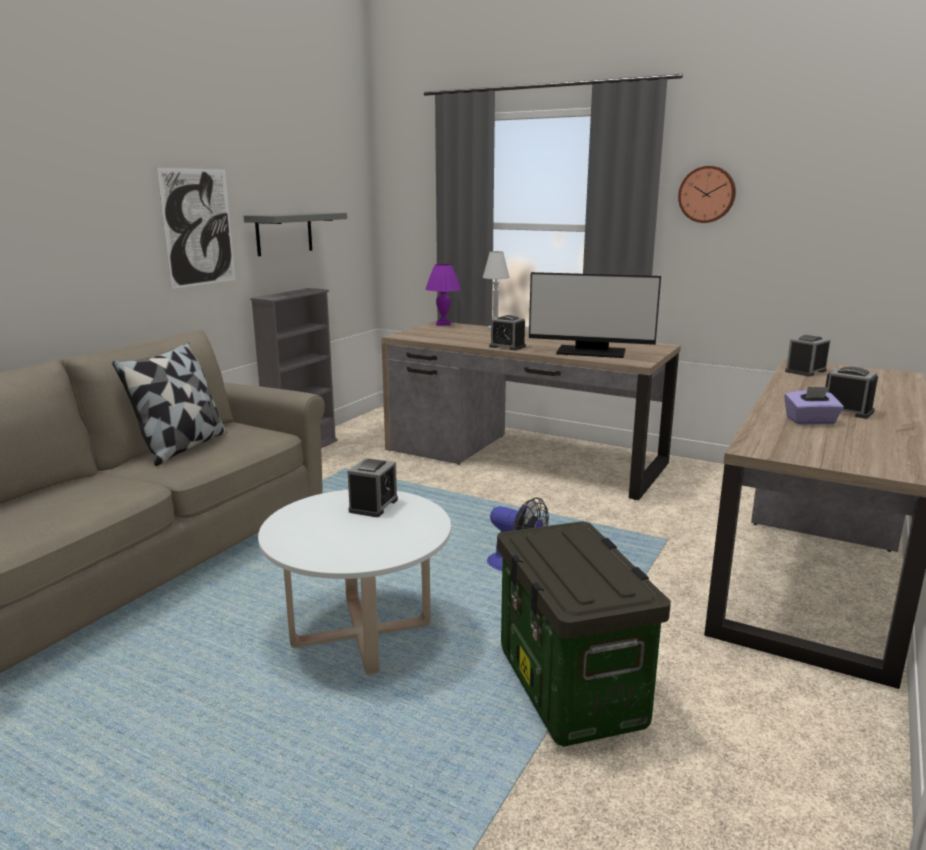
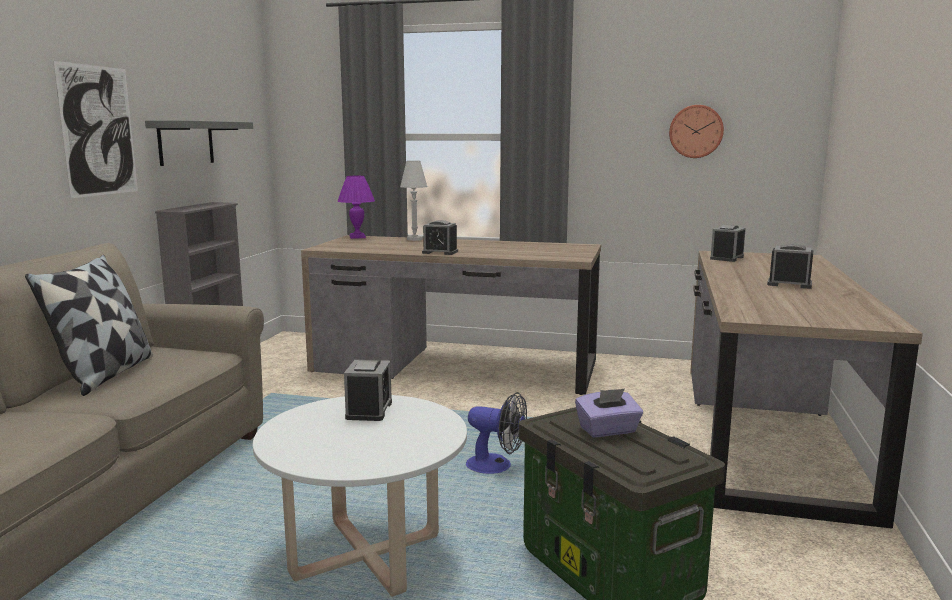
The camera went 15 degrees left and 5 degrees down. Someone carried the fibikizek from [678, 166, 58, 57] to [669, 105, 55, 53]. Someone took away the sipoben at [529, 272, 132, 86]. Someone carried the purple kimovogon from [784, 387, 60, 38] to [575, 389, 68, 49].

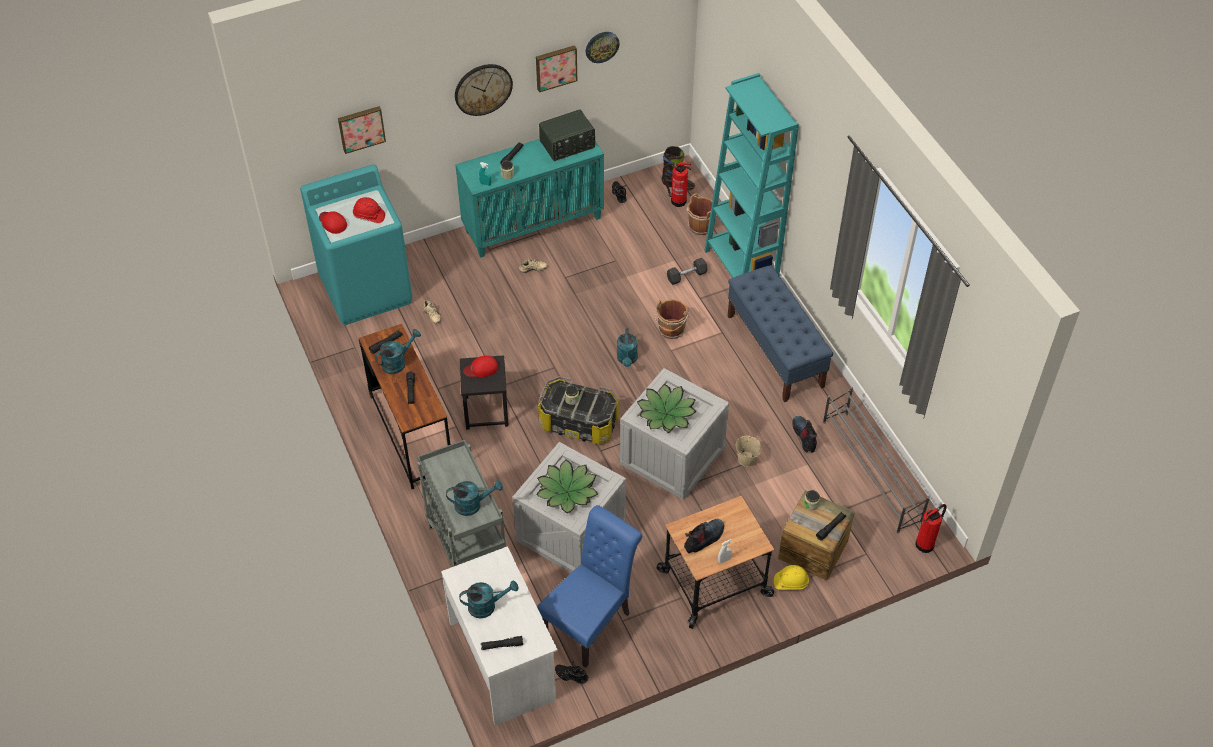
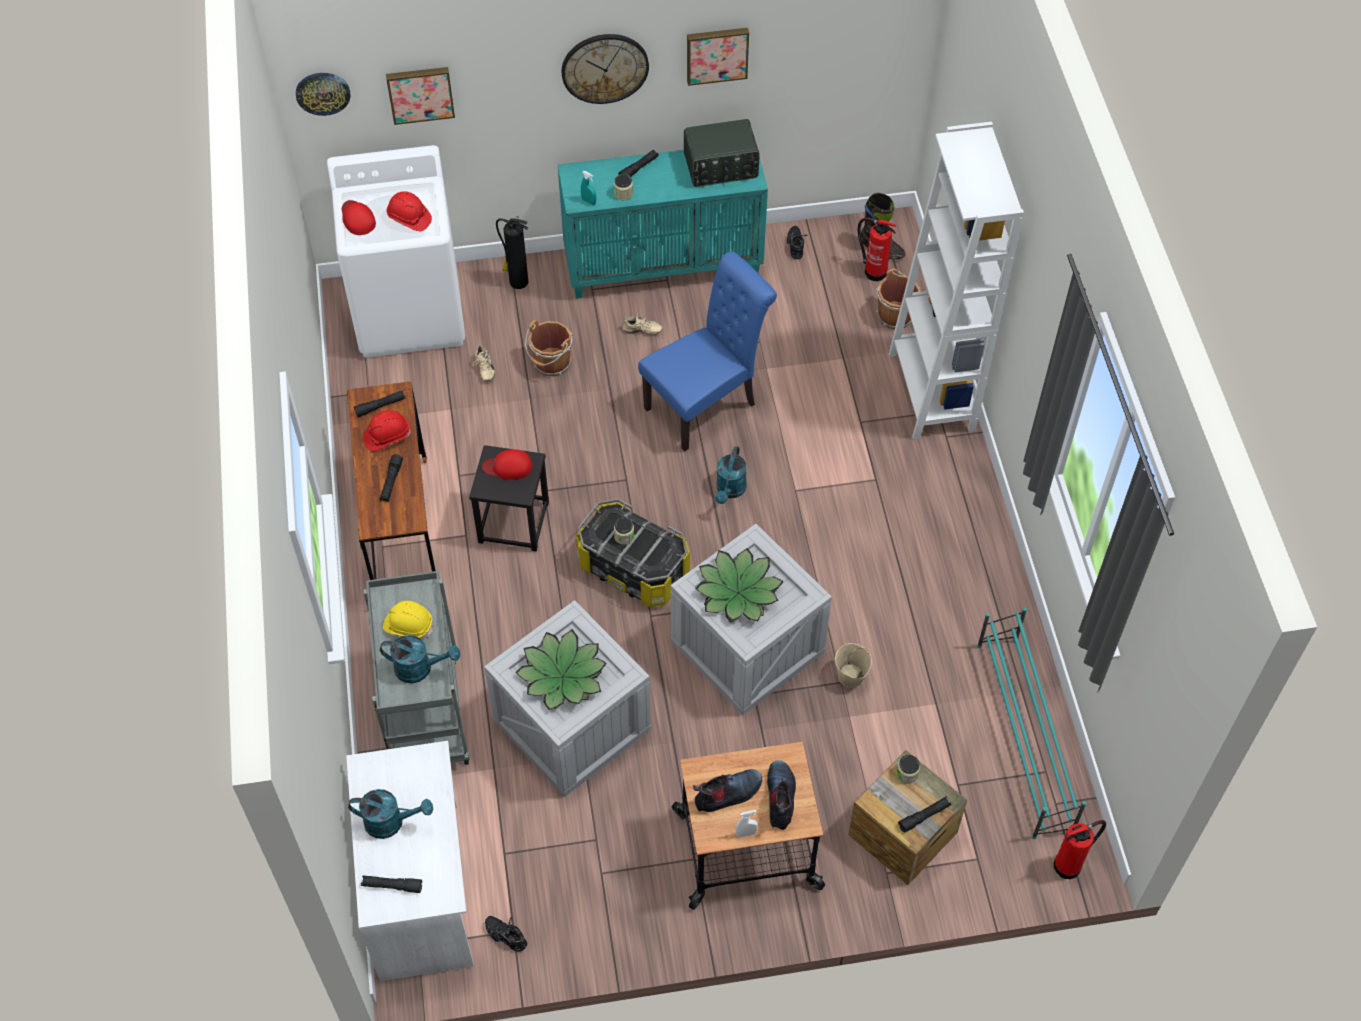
The camera went 15 degrees right and 5 degrees up. Someone carried the fibikizek from [586, 32, 34, 31] to [296, 73, 54, 43]. Someone repainted the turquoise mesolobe at [704, 73, 95, 205], which became the white mesolobe at [889, 122, 135, 317]. Someone repainted the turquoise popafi at [300, 164, 113, 161], which became the white popafi at [327, 145, 138, 213]. Someone took away the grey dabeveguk at [667, 258, 41, 27]. Someone took away the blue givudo at [728, 265, 105, 137]. Someone carried the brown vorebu from [655, 299, 34, 40] to [525, 320, 47, 56]. Someone swapped the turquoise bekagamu at [375, 329, 46, 45] for the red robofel at [363, 410, 48, 41]. Someone repainted the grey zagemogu at [823, 387, 107, 146], which became the turquoise zagemogu at [977, 607, 109, 232]. Someone carried the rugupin from [792, 416, 25, 37] to [767, 760, 29, 70]. Someone carried the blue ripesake from [537, 505, 105, 163] to [638, 251, 139, 201]. Someone carried the yellow robofel from [774, 565, 35, 25] to [383, 601, 50, 38]. Someone put down the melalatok at [496, 218, 32, 71].

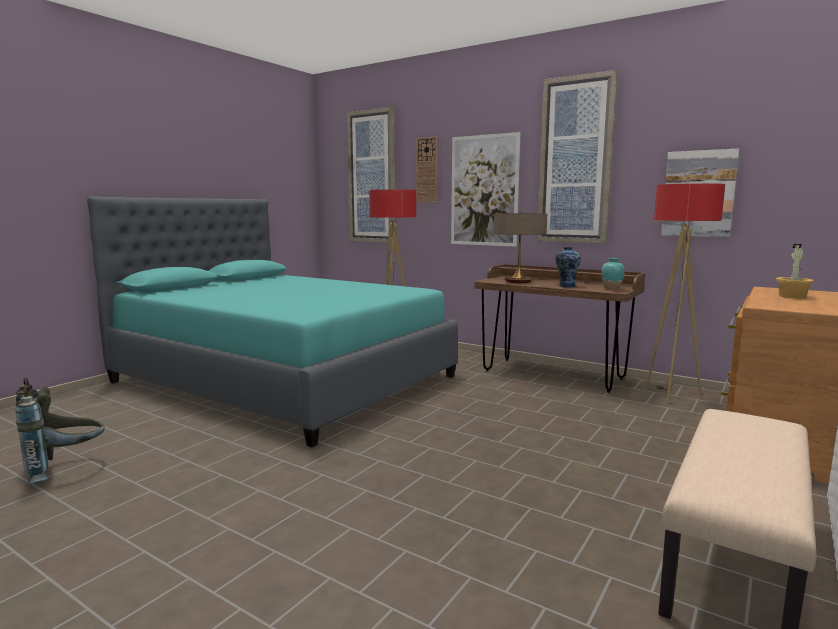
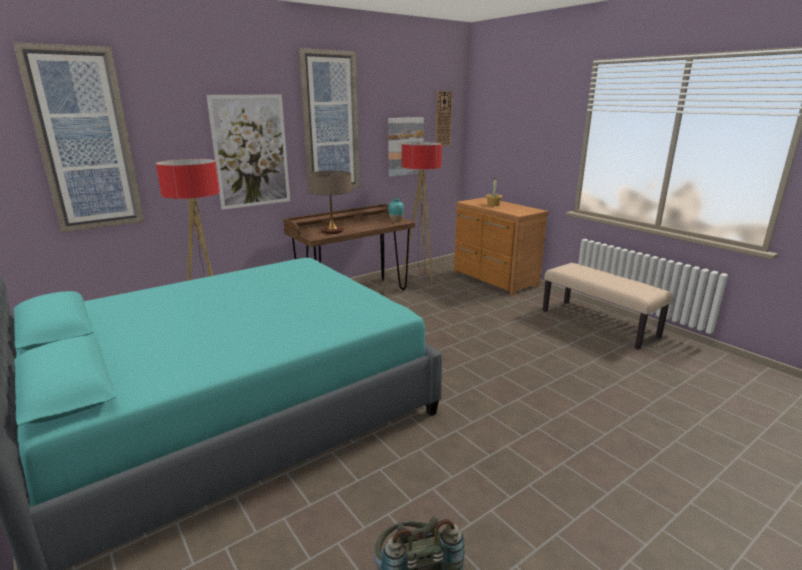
The camera went 70 degrees left and 10 degrees up. Someone carried the fibikizek from [416, 137, 21, 66] to [435, 91, 18, 55]. Someone took away the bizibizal at [555, 247, 26, 40].

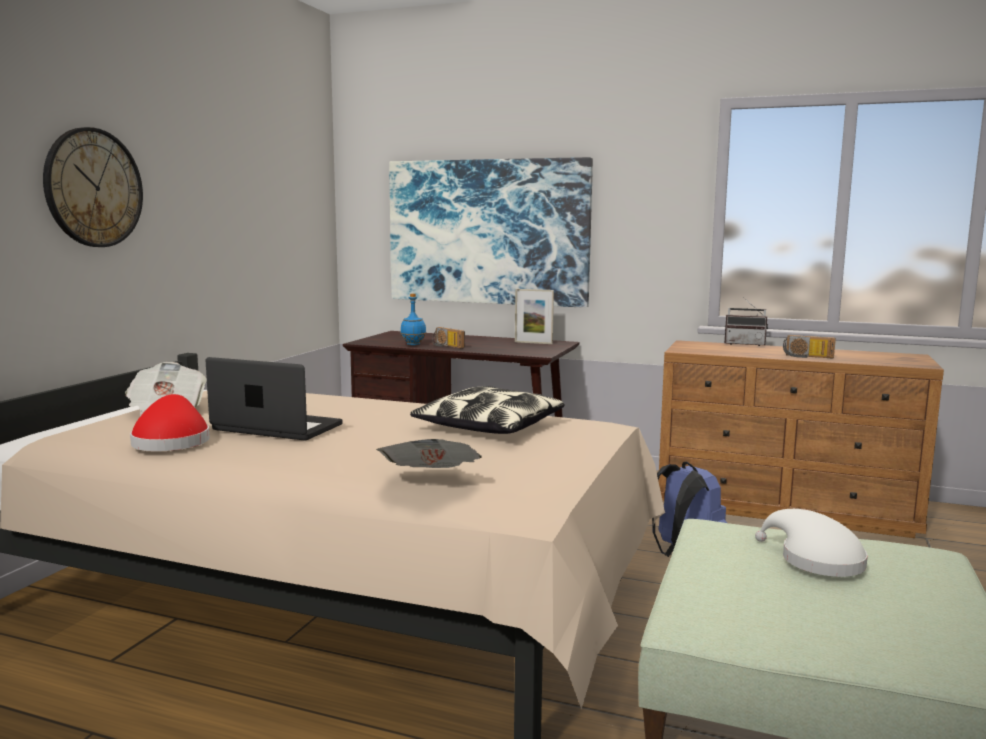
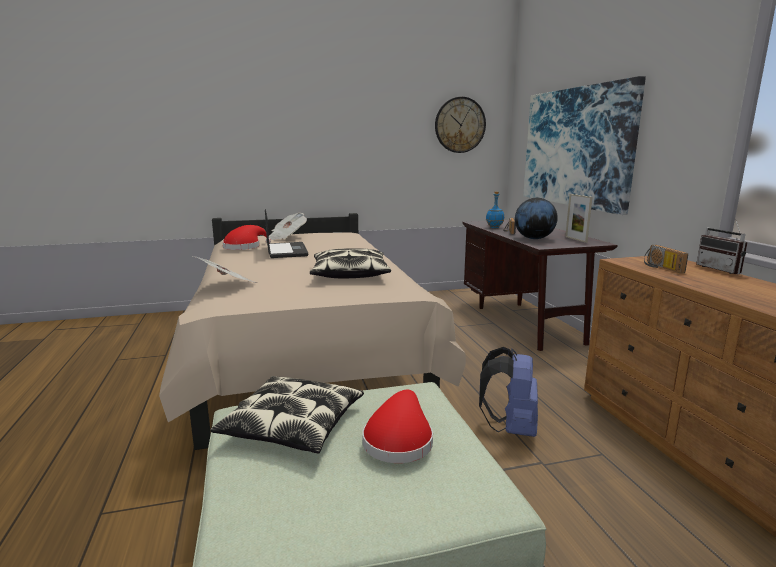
The camera went 55 degrees right and 5 degrees up. Someone carried the fibikizek from [43, 127, 100, 120] to [435, 97, 51, 56]. Someone carried the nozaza from [783, 335, 53, 24] to [644, 245, 44, 28]. Someone repainted the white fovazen at [755, 509, 113, 68], which became the red fovazen at [362, 389, 71, 74]. Someone put down the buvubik at [515, 198, 43, 41]. Someone put down the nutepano at [210, 376, 154, 77].

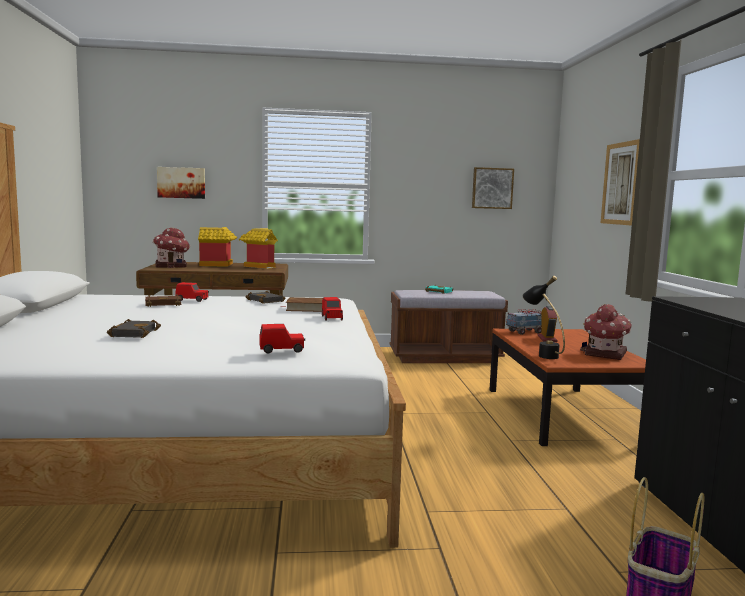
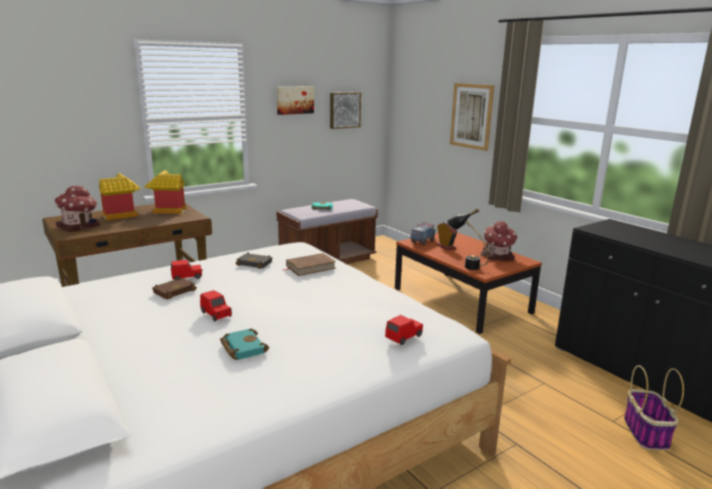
The camera went 30 degrees left and 10 degrees up. Someone carried the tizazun from [157, 167, 48, 32] to [277, 86, 37, 29]. Someone carried the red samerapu from [322, 297, 21, 24] to [200, 290, 32, 32]. Someone repainted the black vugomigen at [107, 319, 54, 19], which became the turquoise vugomigen at [220, 328, 49, 32].

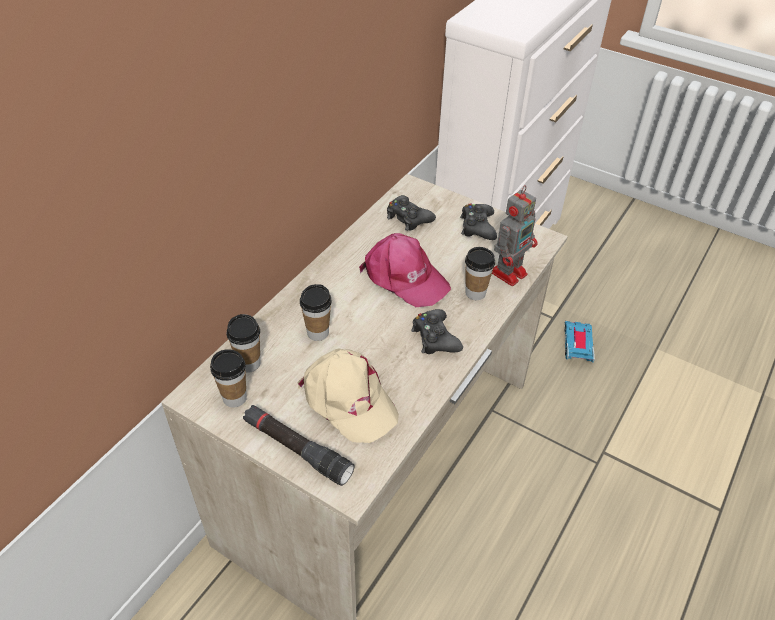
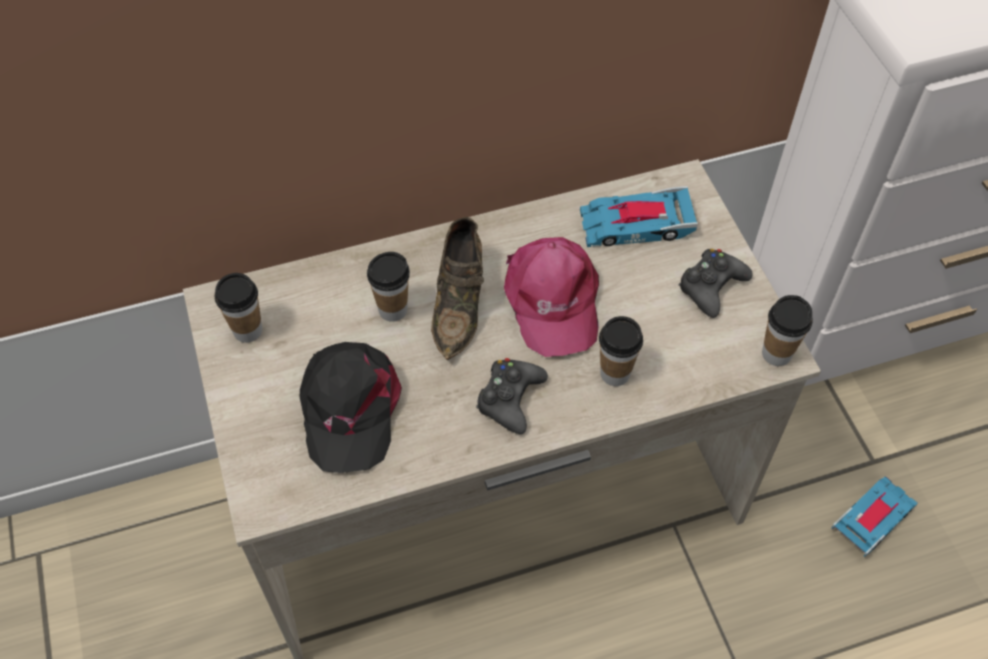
The camera went 40 degrees right and 10 degrees up. Someone took away the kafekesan at [492, 185, 46, 101]. Someone swapped the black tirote at [387, 195, 49, 36] for the samerapu at [580, 186, 118, 61]. Someone carried the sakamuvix from [227, 314, 33, 59] to [762, 295, 50, 71]. Someone repainted the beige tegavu at [297, 349, 102, 94], which became the black tegavu at [300, 342, 102, 131]. Someone took away the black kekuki at [243, 405, 112, 81]. Someone put down the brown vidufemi at [431, 217, 53, 143].

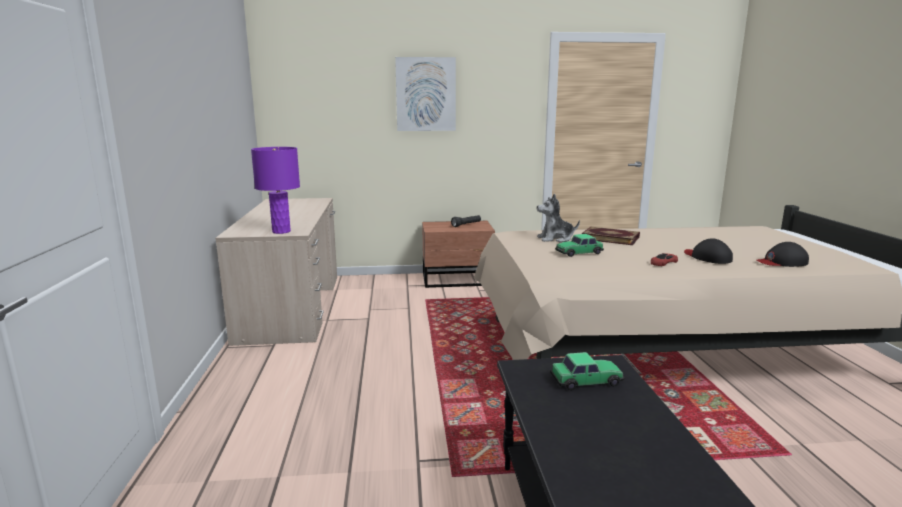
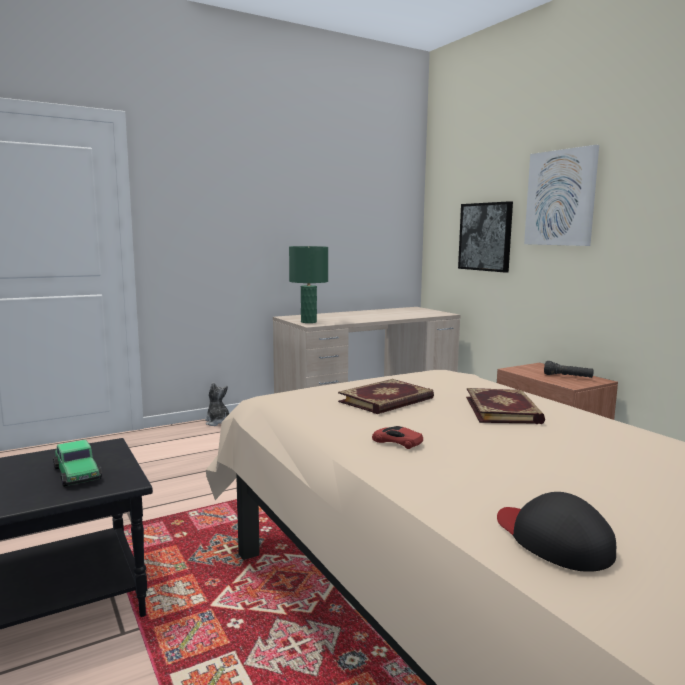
The camera went 65 degrees right and 5 degrees down. Someone repainted the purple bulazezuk at [251, 147, 49, 87], which became the green bulazezuk at [289, 246, 39, 77]. Someone carried the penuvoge from [537, 194, 43, 48] to [205, 382, 24, 44]. Someone swapped the samerapu at [555, 234, 49, 23] for the vugomigen at [338, 379, 96, 35]. Someone took away the black tegavu at [684, 238, 49, 26]. Someone put up the tizazun at [458, 201, 55, 71].

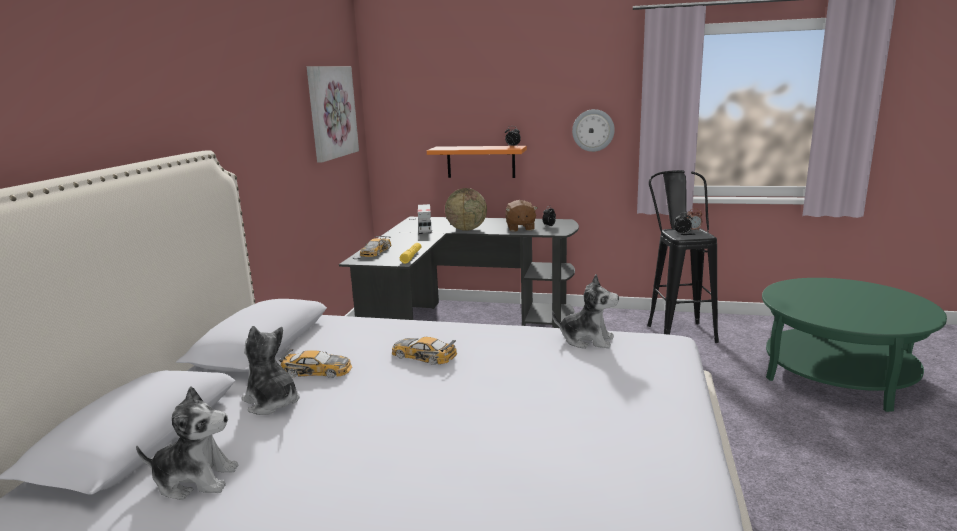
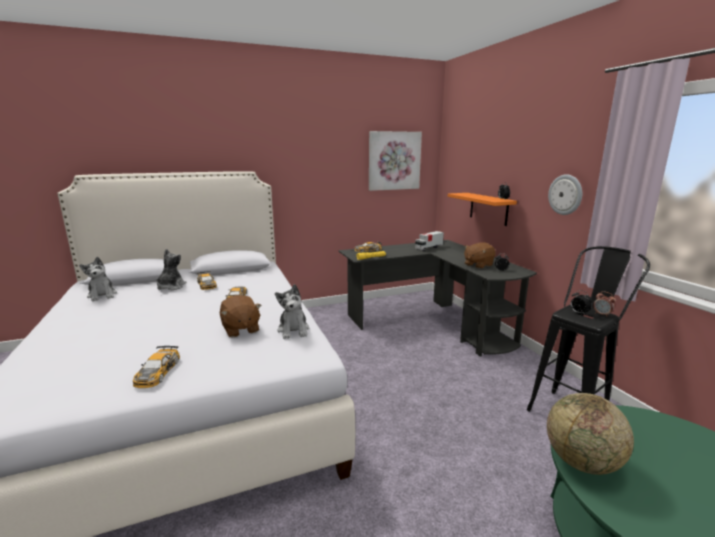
The camera went 55 degrees right and 0 degrees up. Someone carried the buvubik from [445, 188, 42, 43] to [547, 393, 87, 82]. Someone put down the brown penuvoge at [220, 295, 42, 43]. Someone put down the samerapu at [133, 346, 47, 42].

